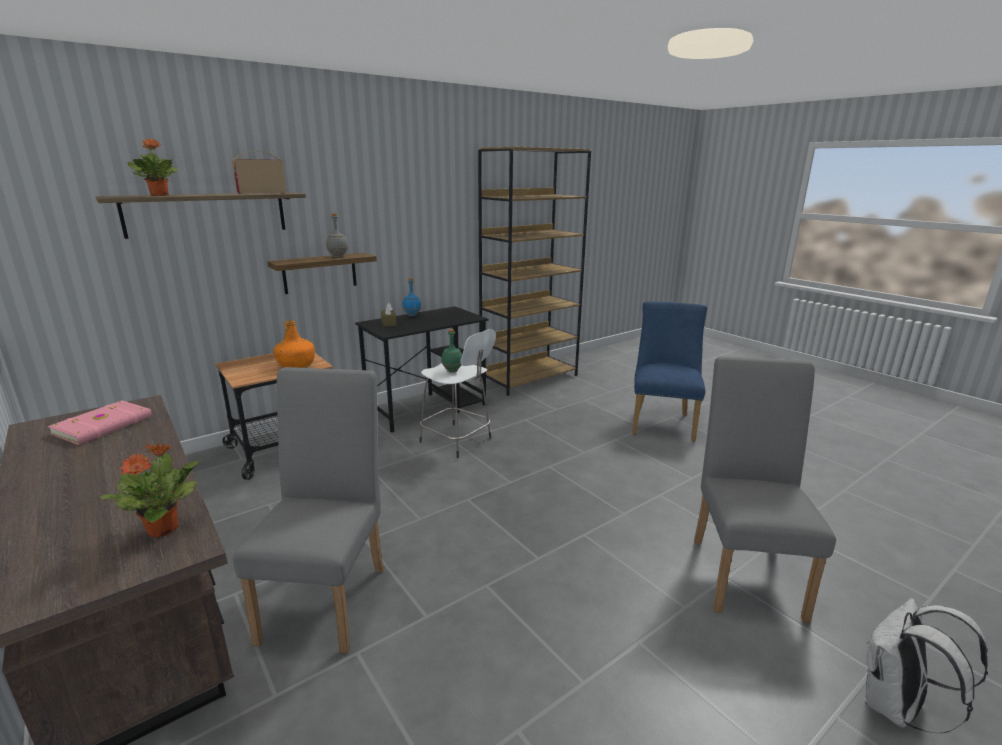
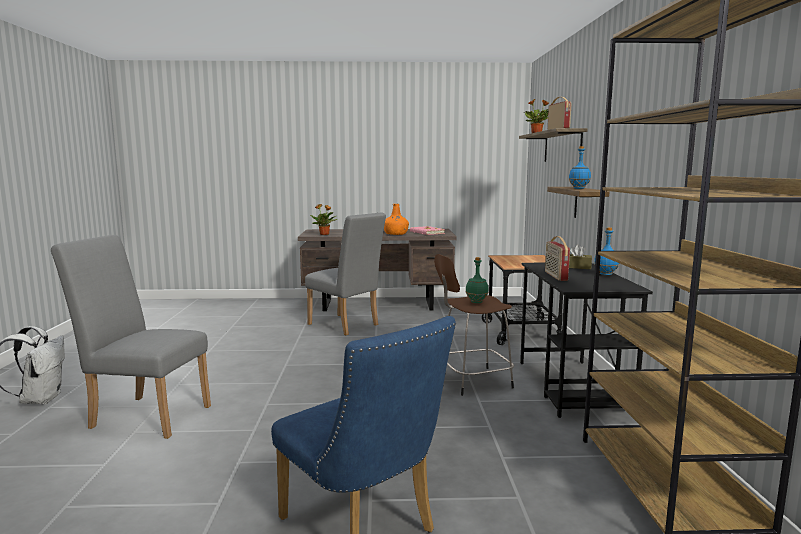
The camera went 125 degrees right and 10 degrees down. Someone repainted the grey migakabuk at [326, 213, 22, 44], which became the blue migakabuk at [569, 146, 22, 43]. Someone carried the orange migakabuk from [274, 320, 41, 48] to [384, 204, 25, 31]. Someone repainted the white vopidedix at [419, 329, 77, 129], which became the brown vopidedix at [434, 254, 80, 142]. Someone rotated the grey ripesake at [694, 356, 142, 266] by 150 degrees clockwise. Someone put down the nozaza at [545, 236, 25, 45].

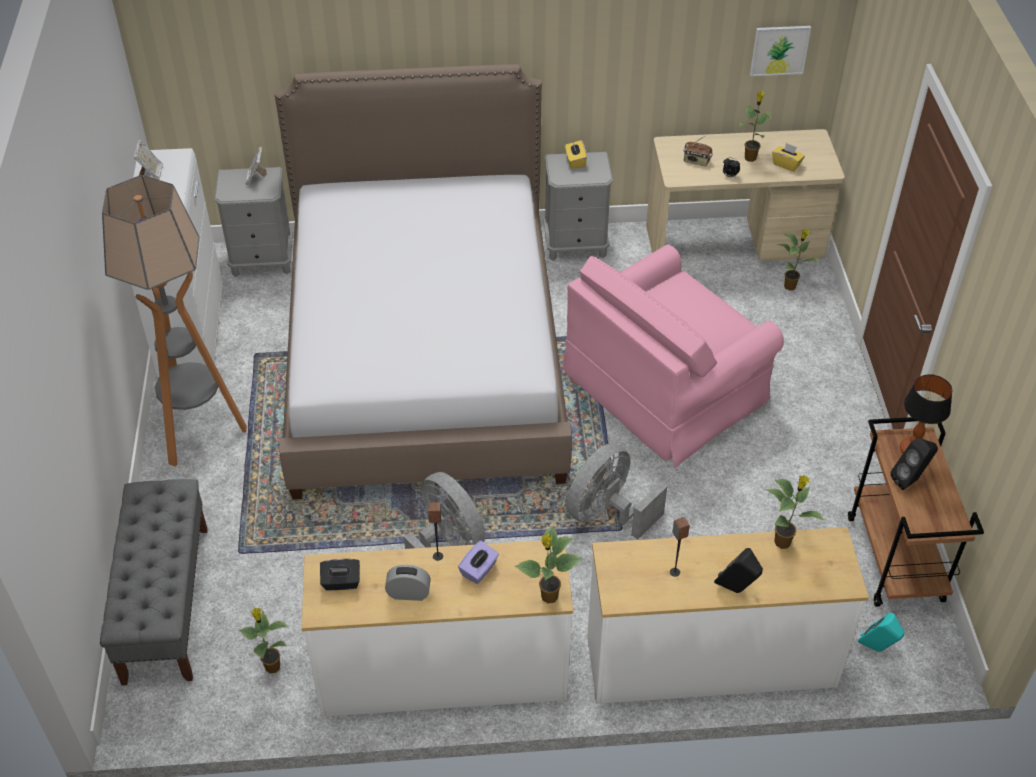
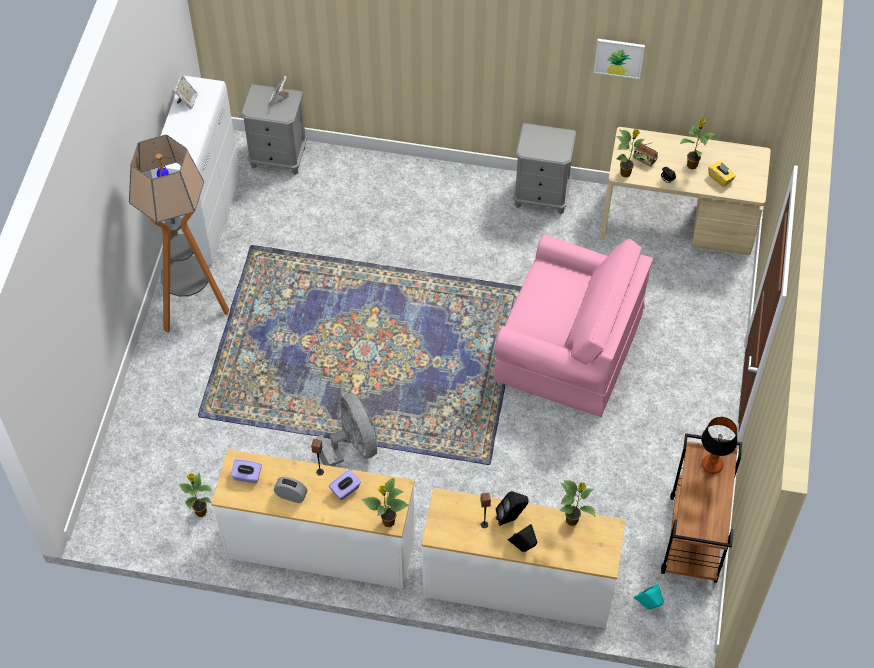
The camera went 15 degrees right and 10 degrees up. Someone carried the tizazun from [750, 26, 61, 50] to [594, 39, 51, 40]. Someone took away the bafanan at [275, 64, 297, 436]. Someone took away the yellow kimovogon at [565, 140, 22, 28]. Someone carried the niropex from [778, 228, 43, 63] to [616, 129, 32, 48]. Someone rotated the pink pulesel at [563, 244, 221, 224] by 135 degrees counterclockwise. Someone carried the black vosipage from [891, 438, 47, 52] to [496, 491, 33, 35]. Someone took away the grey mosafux at [566, 443, 101, 96]. Someone took away the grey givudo at [100, 479, 108, 207]. Someone repainted the black kimovogon at [320, 559, 40, 32], which became the purple kimovogon at [231, 460, 31, 23].

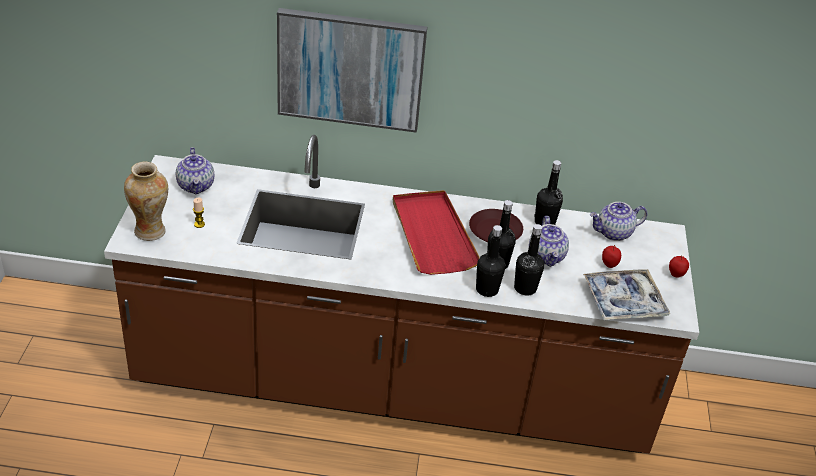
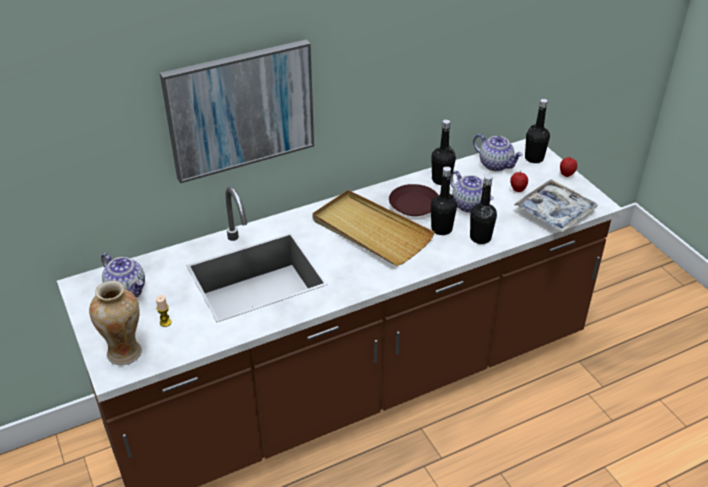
The camera went 30 degrees left and 0 degrees up. Someone repainted the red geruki at [393, 190, 87, 85], which became the beige geruki at [312, 190, 123, 76]. Someone rotated the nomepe at [590, 202, 57, 39] by 90 degrees counterclockwise. Someone carried the black migakabuk from [476, 225, 30, 72] to [525, 99, 25, 64].

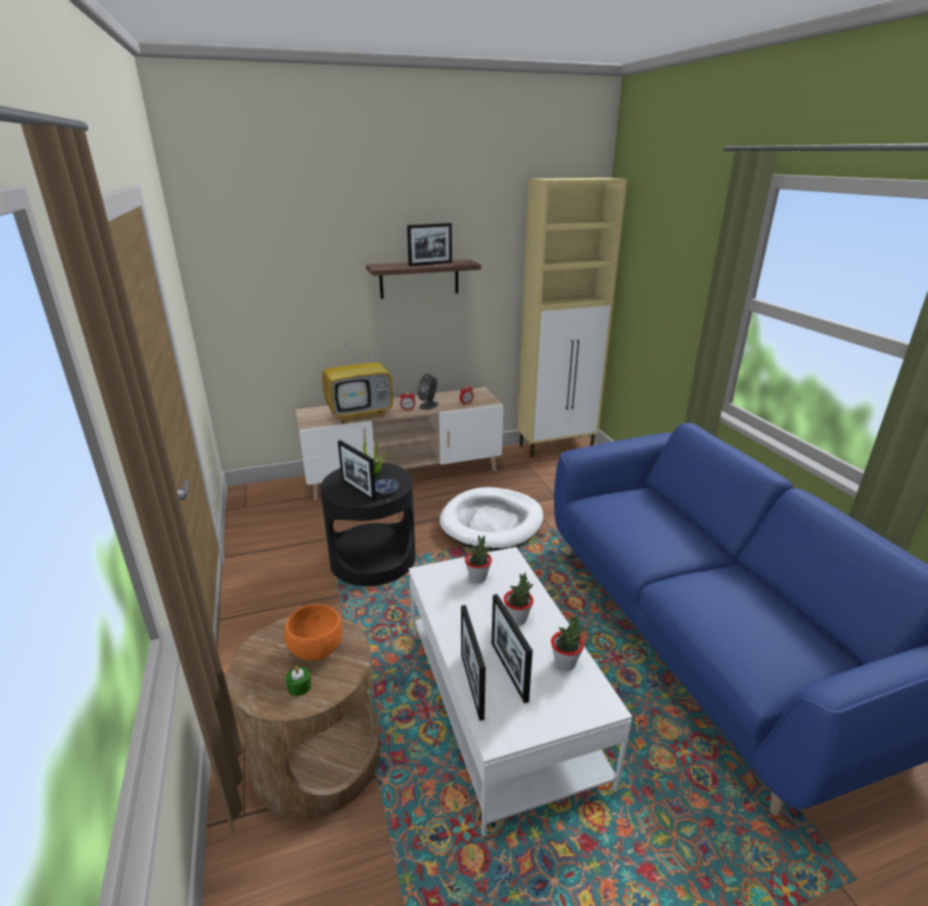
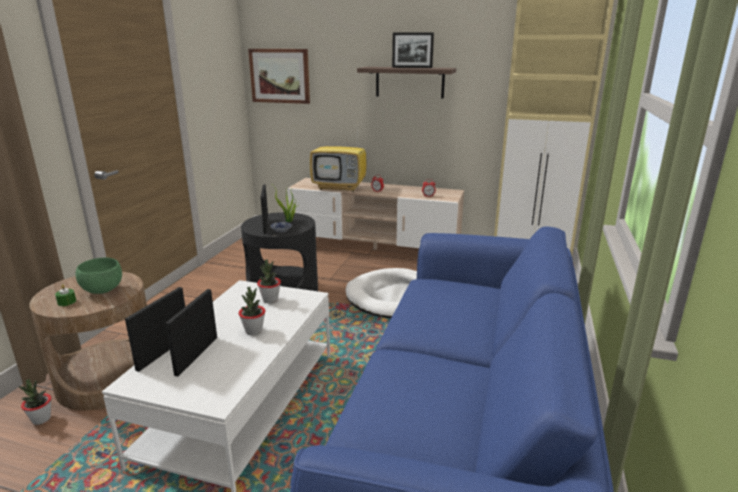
The camera went 35 degrees right and 5 degrees down. Someone took away the grey vosipage at [418, 374, 21, 36]. Someone repainted the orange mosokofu at [284, 604, 58, 57], which became the green mosokofu at [75, 258, 47, 36]. Someone carried the niropex from [551, 615, 34, 56] to [19, 379, 32, 46]. Someone put up the tizazun at [248, 49, 62, 55].

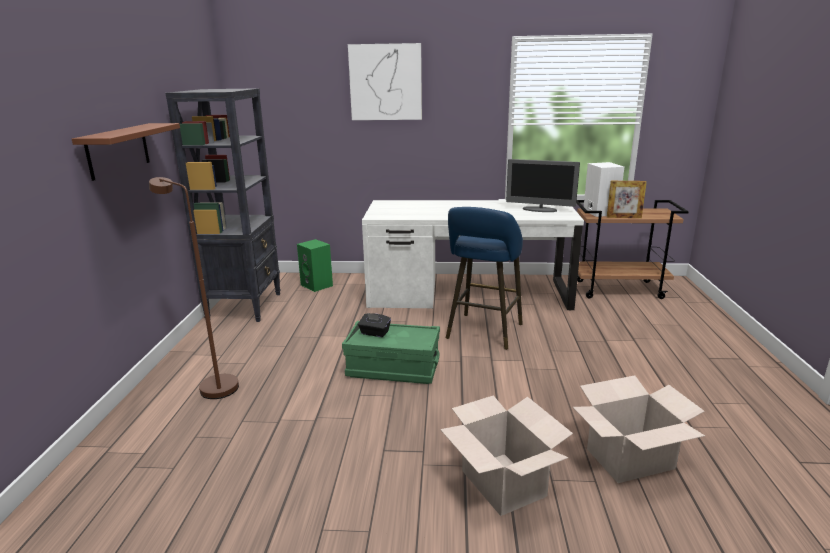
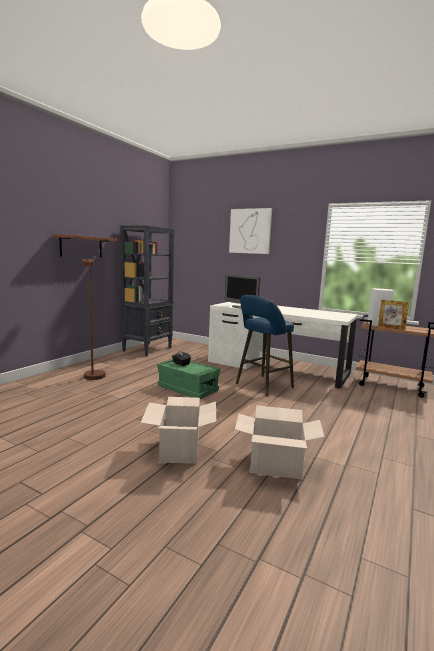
The camera went 25 degrees right and 10 degrees down. Someone carried the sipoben from [506, 159, 74, 53] to [225, 274, 35, 35]. Someone took away the green vosipage at [297, 239, 36, 53].

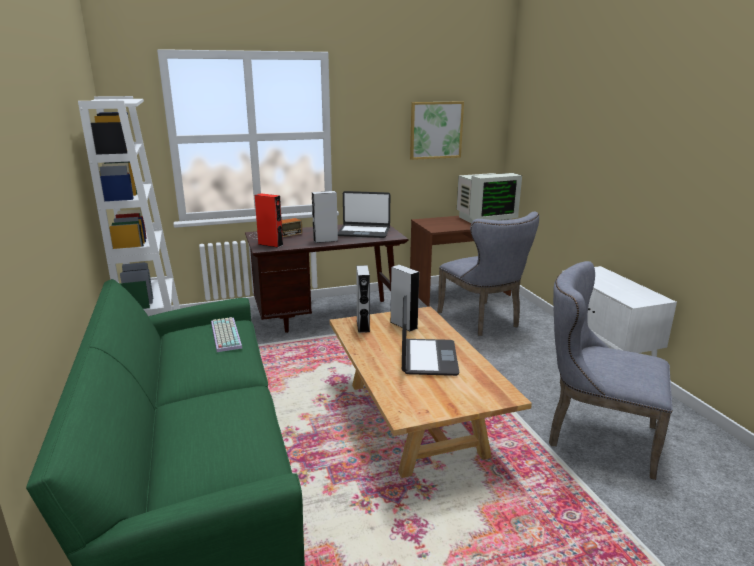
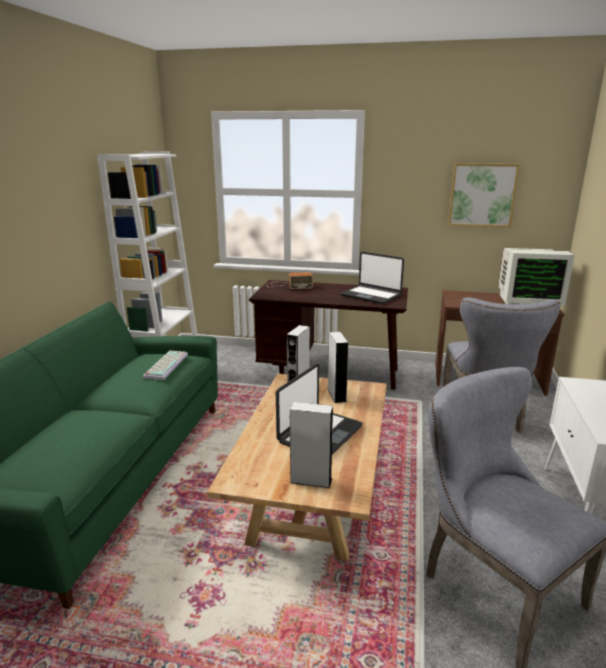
The camera went 30 degrees right and 0 degrees up. Someone carried the grey vosipage from [312, 191, 26, 52] to [290, 402, 43, 86]. Someone took away the red vosipage at [255, 193, 28, 55].

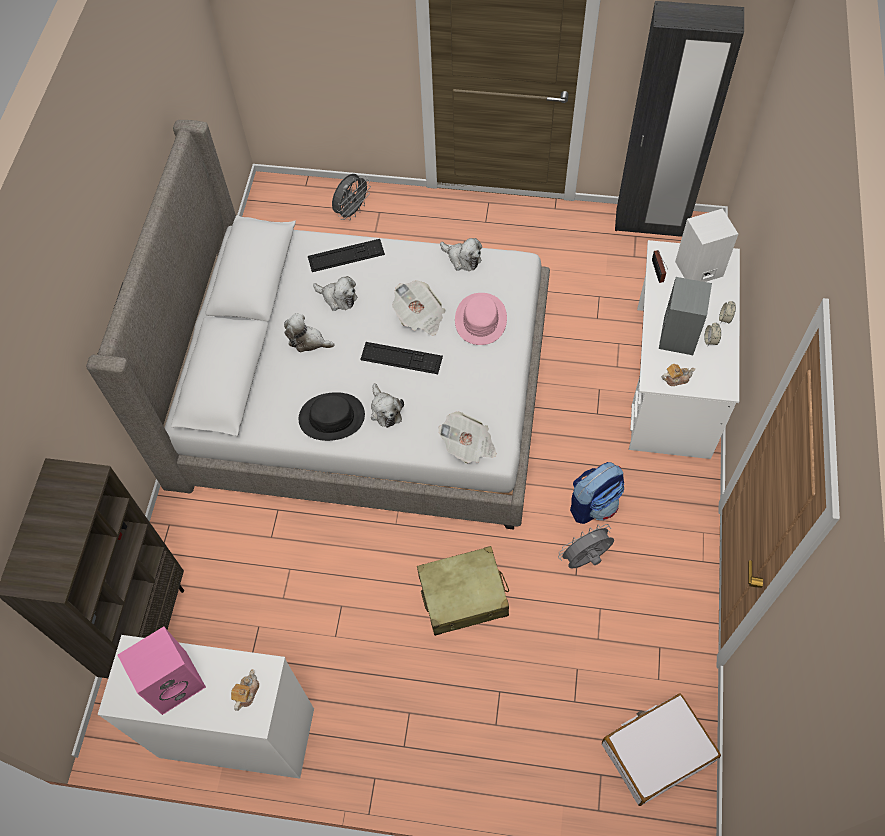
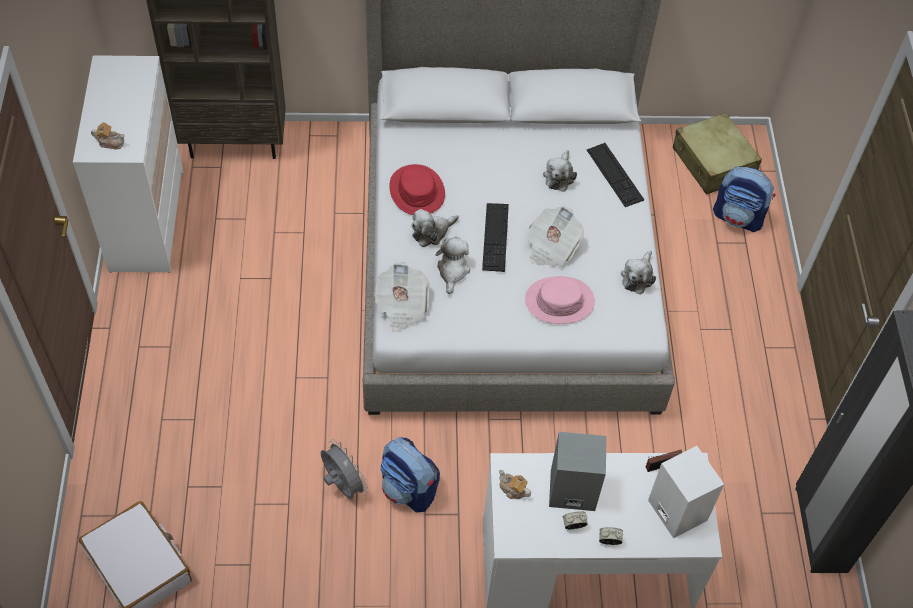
The camera went 75 degrees right and 5 degrees down. Someone swapped the grey mosafux at [332, 174, 39, 46] for the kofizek at [713, 166, 62, 66]. Someone carried the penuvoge from [284, 313, 51, 39] to [435, 237, 35, 57]. Someone rotated the nomepe at [662, 364, 33, 22] by 150 degrees clockwise. Someone repainted the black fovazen at [299, 392, 66, 49], which became the red fovazen at [389, 164, 56, 51]. Someone carried the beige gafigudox from [417, 546, 92, 90] to [673, 113, 89, 82]. Someone took away the pink vosipage at [118, 627, 88, 88].

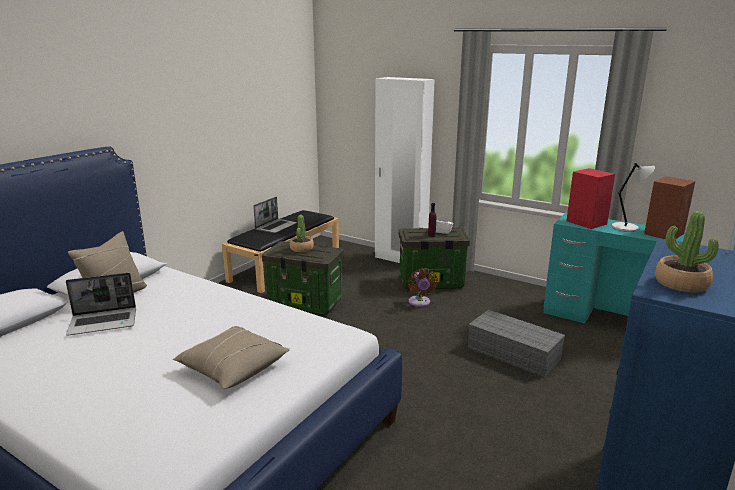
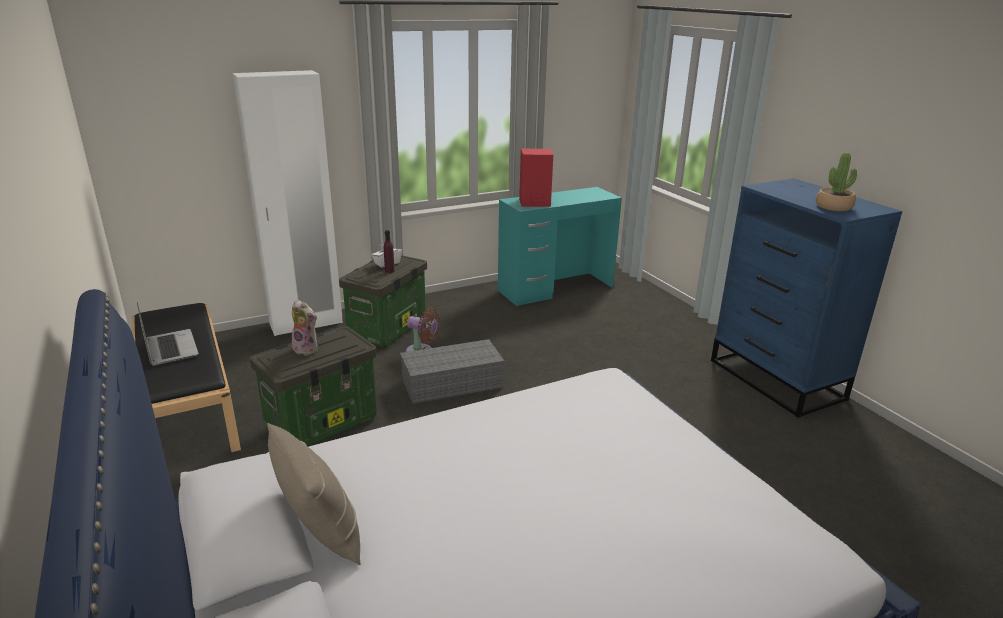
The camera went 60 degrees left and 5 degrees up. Someone took away the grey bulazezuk at [612, 163, 43, 69]. Someone took away the brown vosipage at [644, 176, 51, 63]. Someone swapped the niropex at [289, 215, 25, 37] for the penuvoge at [292, 300, 26, 56]. Someone took away the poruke at [66, 273, 70, 63]. Someone carried the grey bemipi from [468, 310, 97, 67] to [400, 339, 105, 65]. Someone took away the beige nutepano at [173, 326, 117, 63].

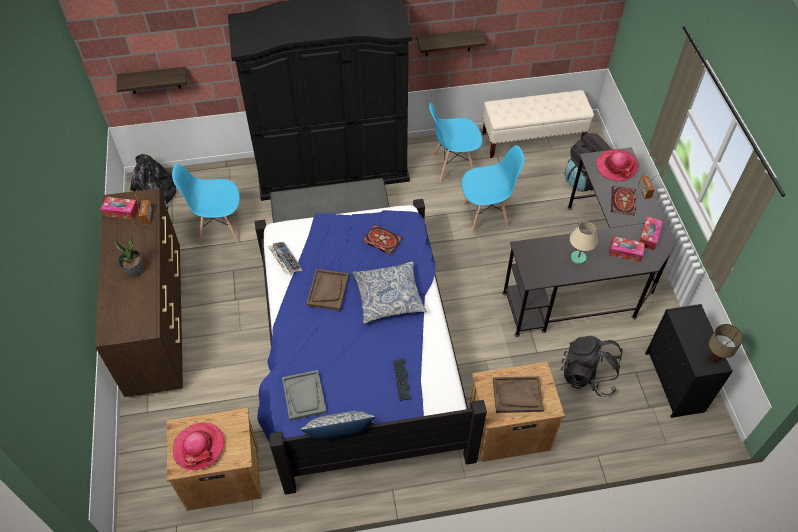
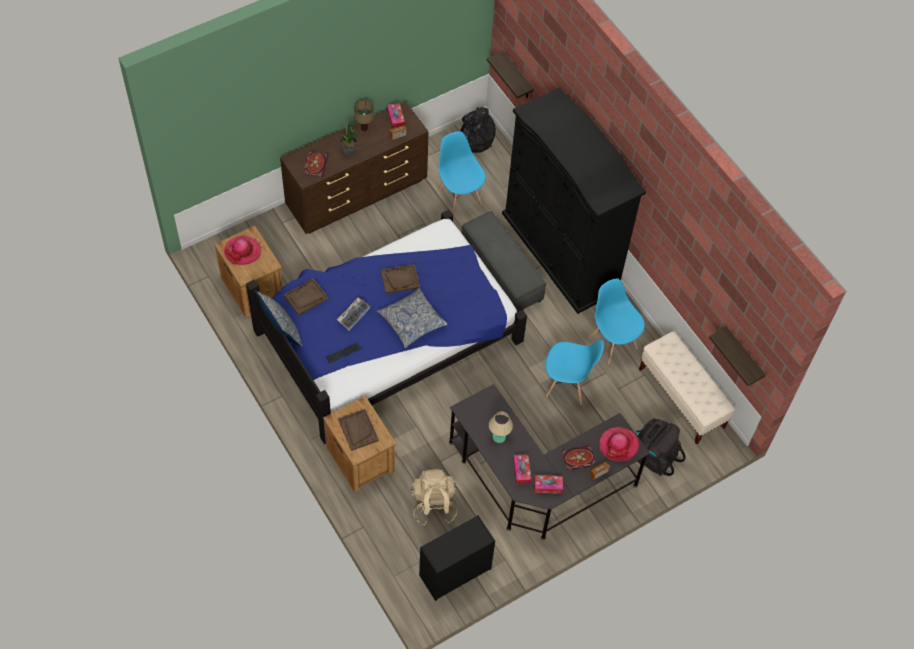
The camera went 65 degrees right and 5 degrees up. Someone carried the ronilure from [417, 29, 69, 27] to [709, 327, 57, 59]. Someone rotated the blue ripesake at [462, 145, 62, 88] by 45 degrees counterclockwise. Someone carried the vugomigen from [363, 224, 40, 31] to [304, 151, 24, 26]. Someone carried the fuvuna from [268, 242, 34, 32] to [337, 297, 33, 34]. Someone carried the bulazezuk from [709, 324, 34, 39] to [354, 100, 20, 31]. Someone repainted the black kofizek at [561, 336, 62, 61], which became the beige kofizek at [411, 469, 47, 56]. Someone repainted the grey geruki at [282, 370, 45, 51], which became the brown geruki at [284, 278, 44, 38].

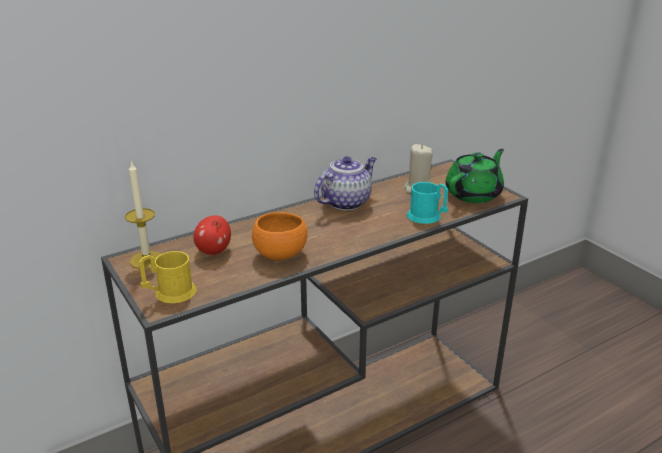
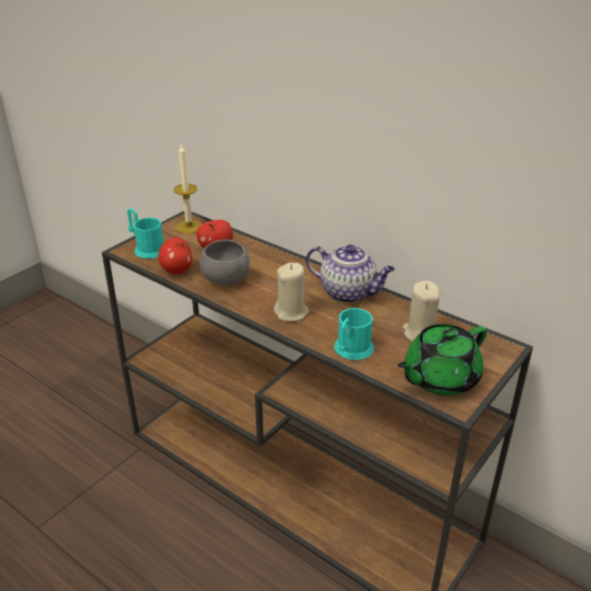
The camera went 70 degrees right and 5 degrees up. Someone rotated the green nomepe at [446, 149, 58, 54] by 120 degrees clockwise. Someone repainted the orange mosokofu at [252, 212, 56, 48], which became the grey mosokofu at [199, 239, 51, 47]. Someone repainted the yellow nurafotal at [139, 251, 58, 52], which became the turquoise nurafotal at [127, 208, 37, 51]. Someone put down the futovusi at [158, 238, 34, 36]. Someone put down the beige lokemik at [274, 263, 35, 58].

